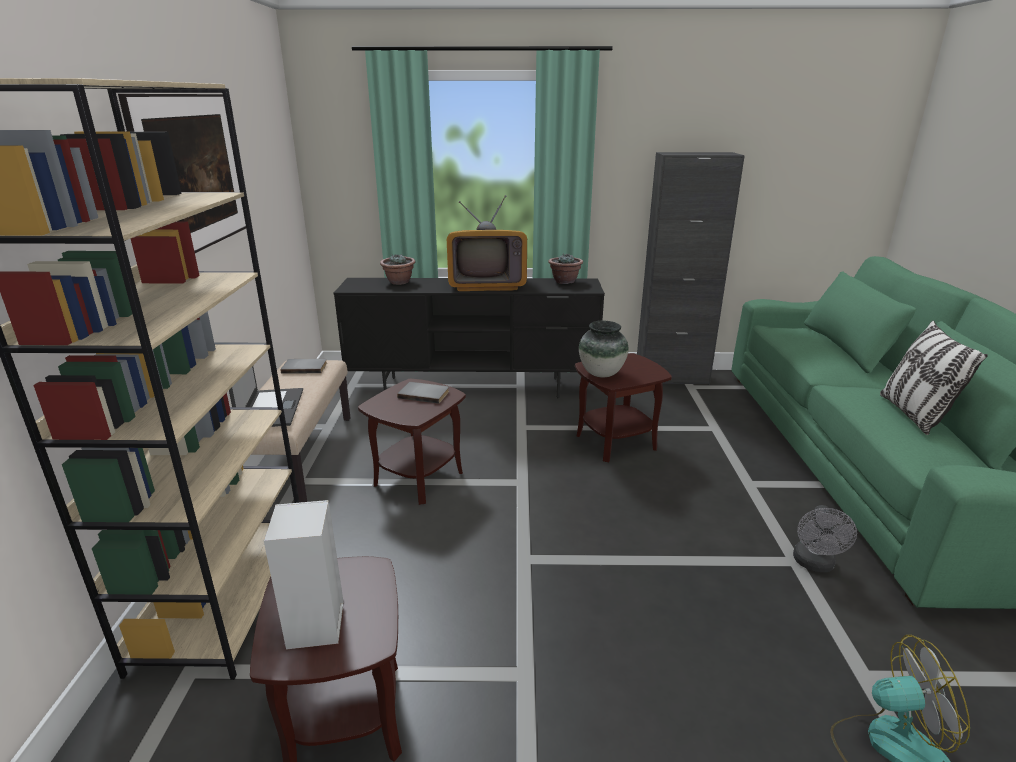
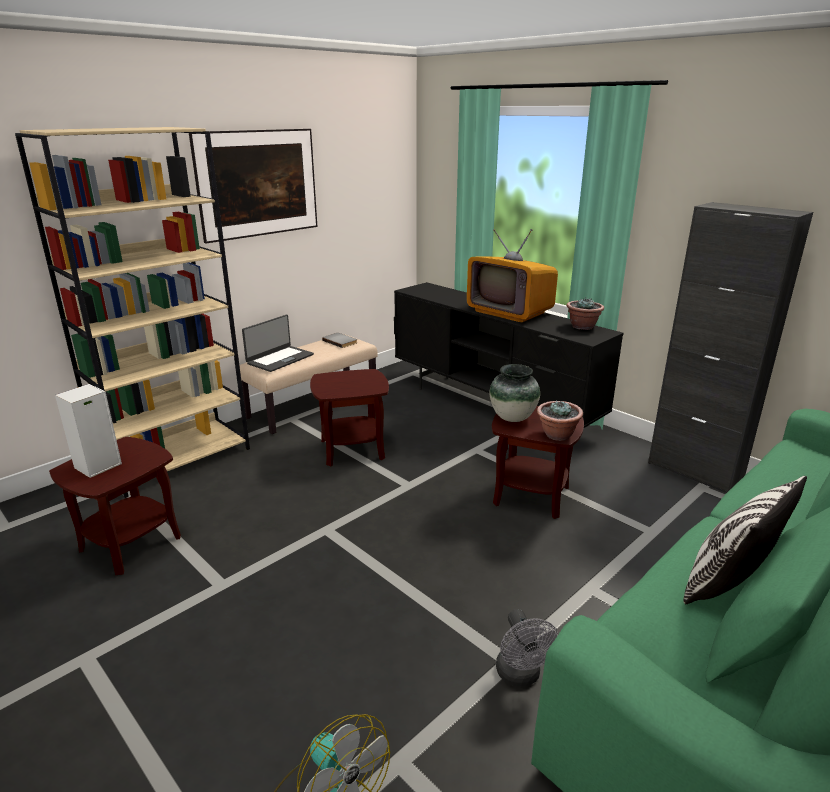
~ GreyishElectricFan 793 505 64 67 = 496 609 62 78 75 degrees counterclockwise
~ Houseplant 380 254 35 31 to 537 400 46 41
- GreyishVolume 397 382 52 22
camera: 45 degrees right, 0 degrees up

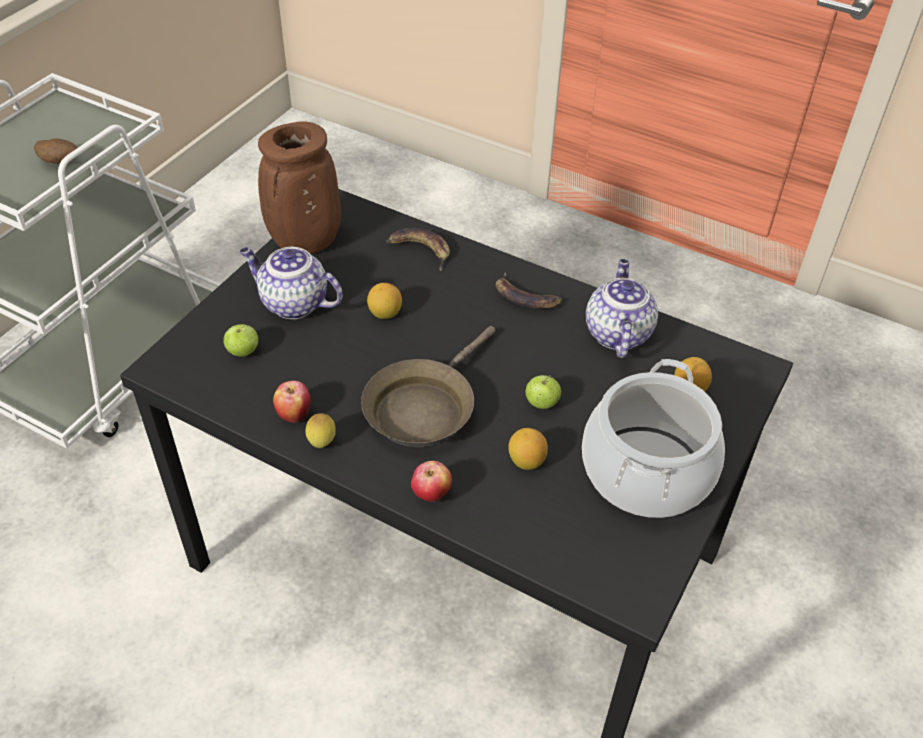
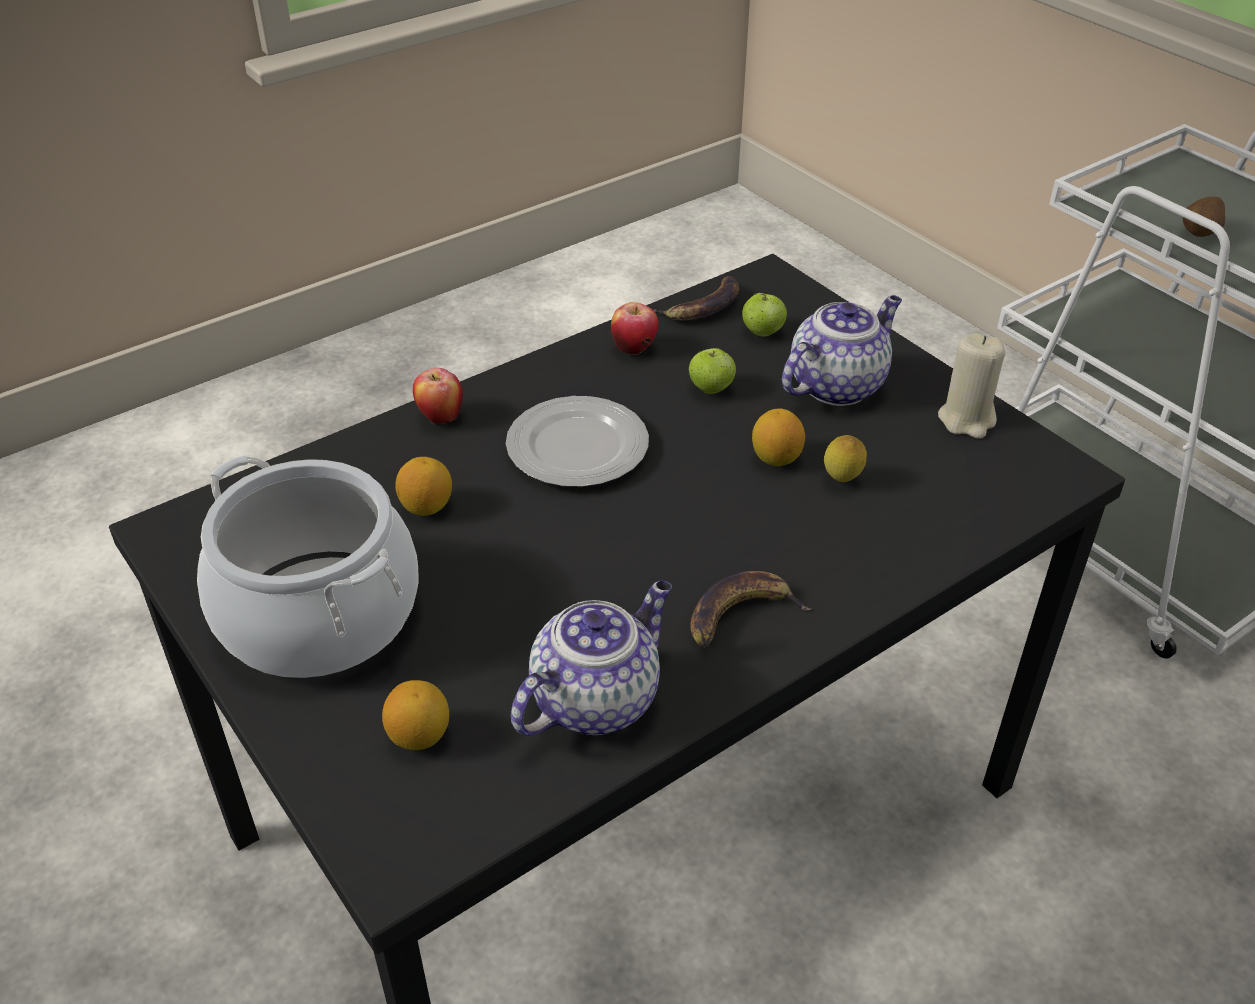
~ BrownColouredFryingPan 361 326 134 121 to DinnerPlate 506 396 143 91
~ Teapot 586 259 72 99 = 511 580 161 156 75 degrees counterclockwise
~ WholeBanana 386 228 64 43 to 653 276 86 45
~ Apple 525 375 36 34 to 688 348 48 46
~ Lemon 305 413 31 35 to 824 435 43 47
~ BrownColouredDecorativeVase 258 122 83 132 to BeigeColouredCandle 938 333 67 106
camera: 115 degrees right, 5 degrees down

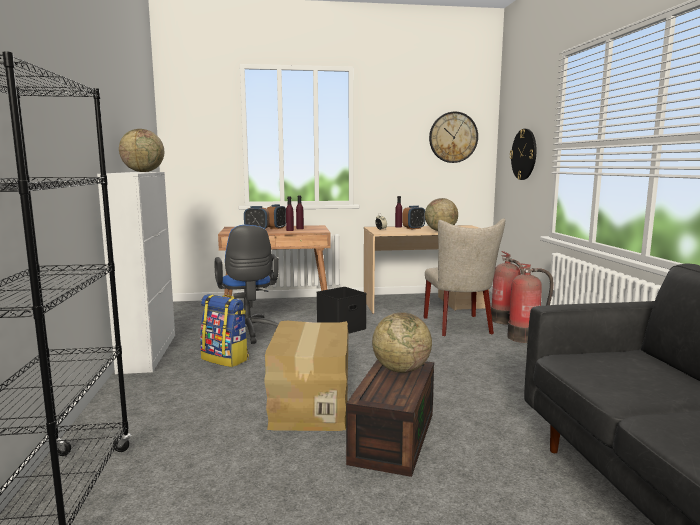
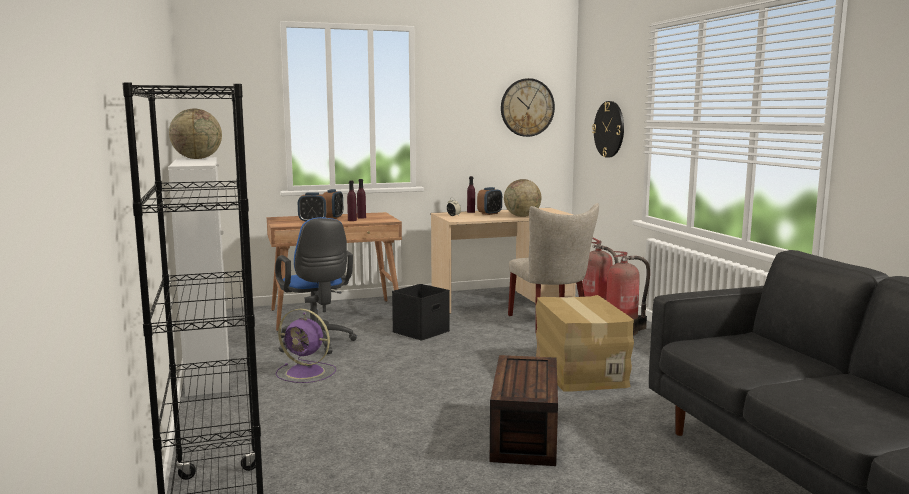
~ Backpack 200 294 49 73 to PurpleColouredElectricFan 275 309 61 74
~ CardboardBox 264 321 85 110 to 536 295 98 97
- Globe 372 312 60 61
camera: 10 degrees left, 0 degrees up

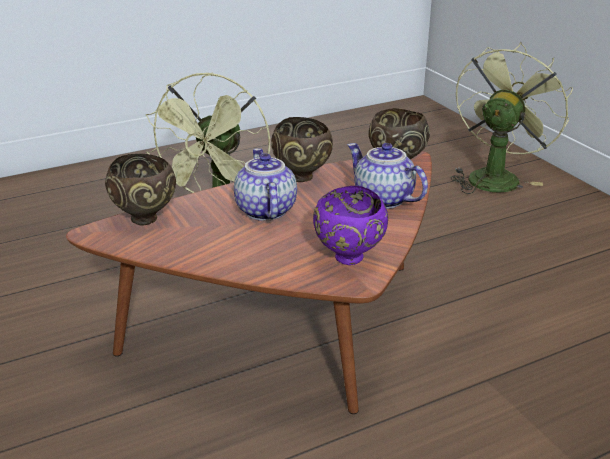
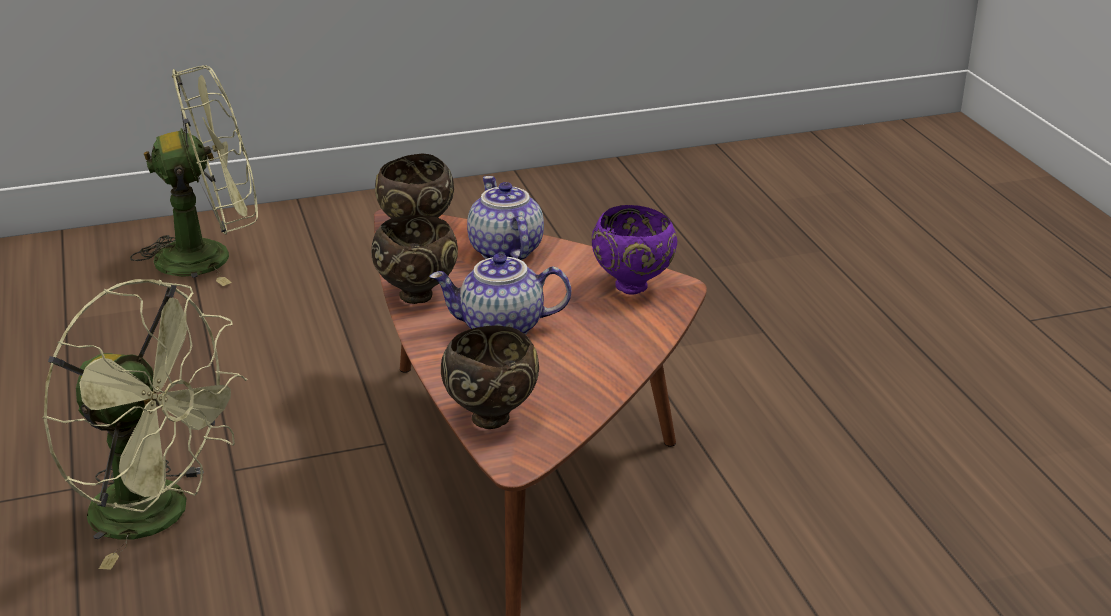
~ GreenishElectricFan 450 42 123 152 = 130 65 128 221 120 degrees clockwise
~ Teapot 347 143 81 66 = 467 176 77 84 105 degrees clockwise
camera: 80 degrees left, 0 degrees up

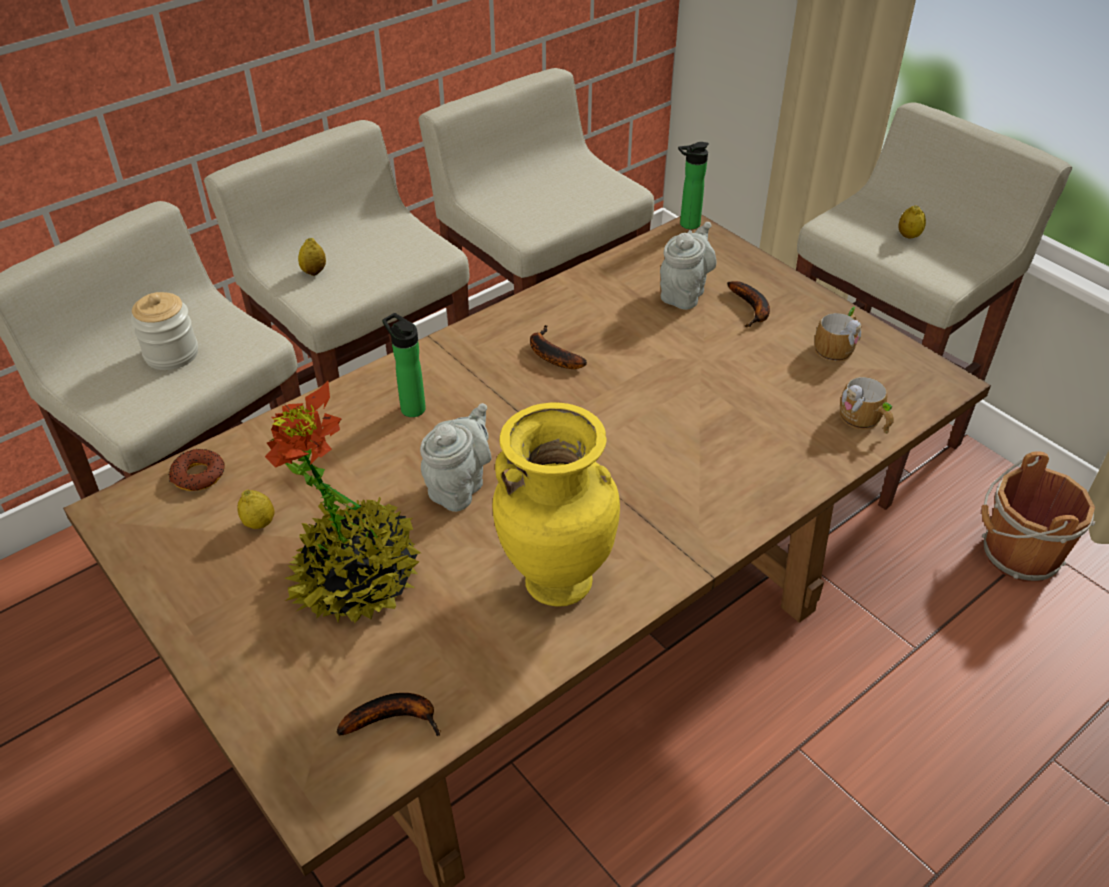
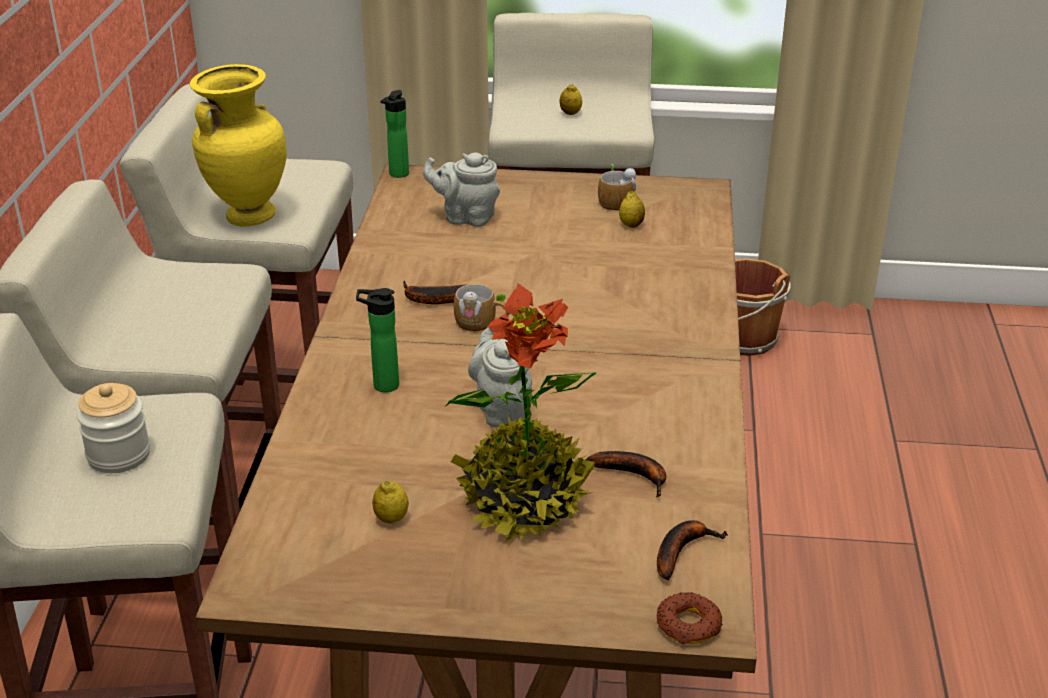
~ YellowishDecorativeVase 493 402 127 205 to 190 64 97 162
~ GreyishTeapot 660 222 57 88 = 423 153 77 74 60 degrees counterclockwise
~ Mug 840 377 54 57 to 454 284 56 48
~ WholeBanana 727 281 43 46 to 586 451 80 46
~ Lemon 298 238 28 38 to 619 191 26 37
~ Doughnut 169 449 56 42 to 657 592 66 52
camera: 45 degrees left, 10 degrees down

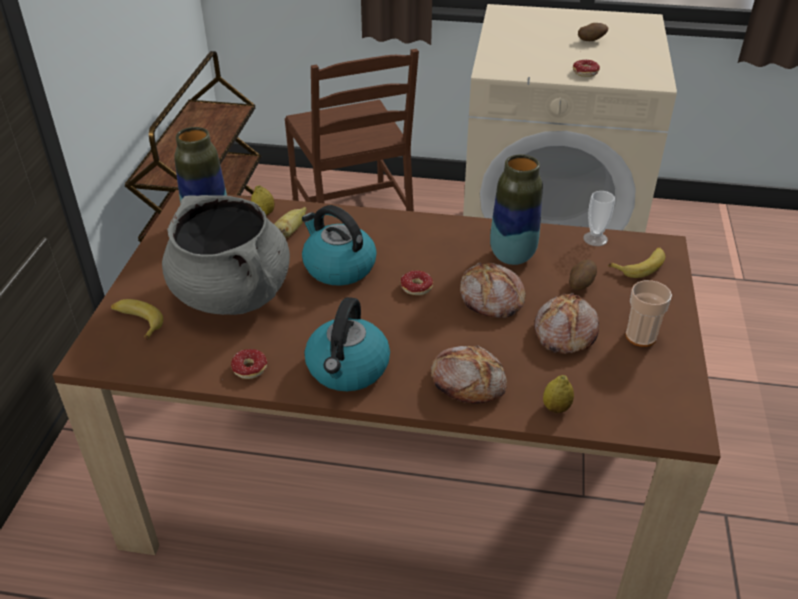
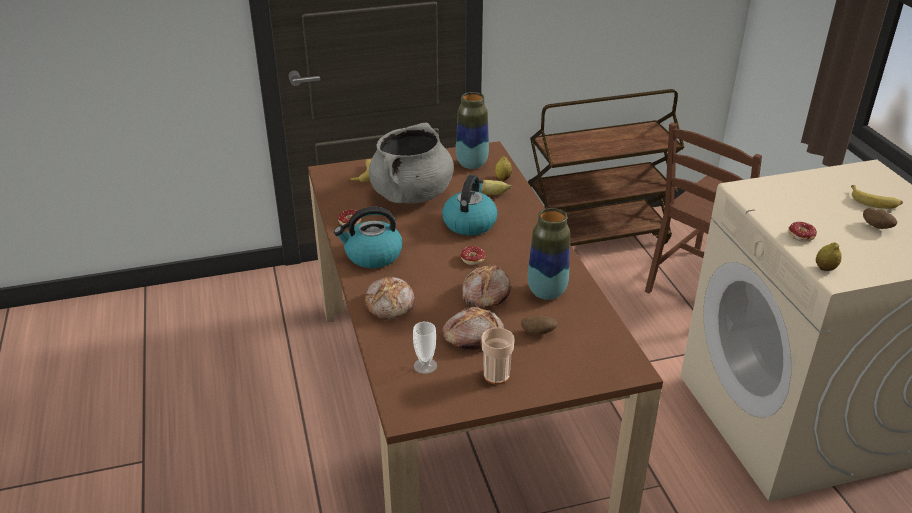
~ Cup 583 191 32 55 to 413 322 24 52
~ Lemon 543 375 31 38 to 816 242 26 29
~ WholeBanana 608 247 57 31 to 851 185 52 24
camera: 65 degrees right, 5 degrees down

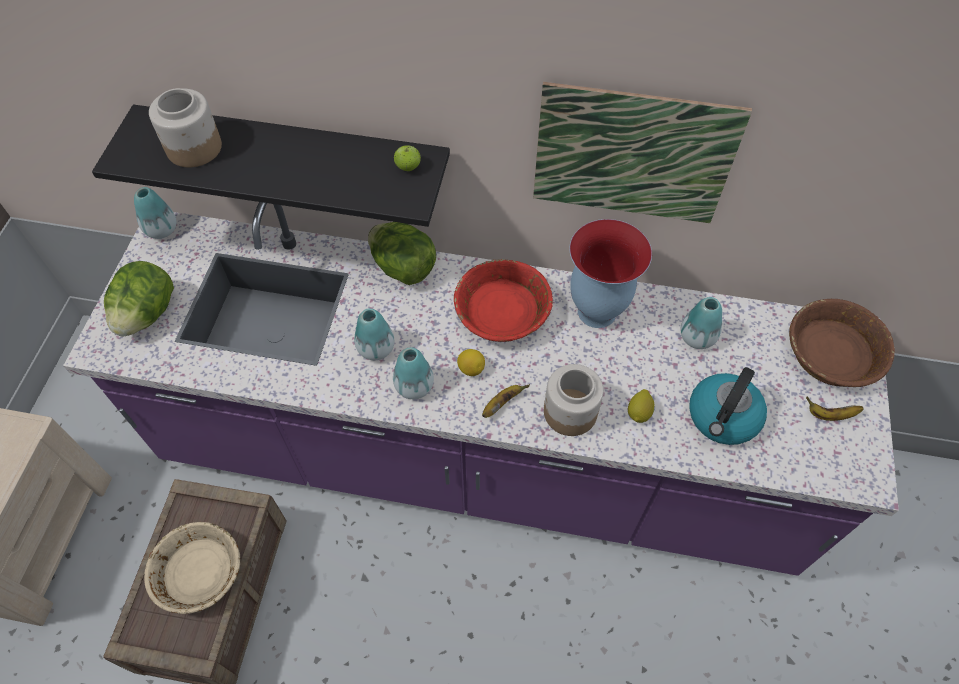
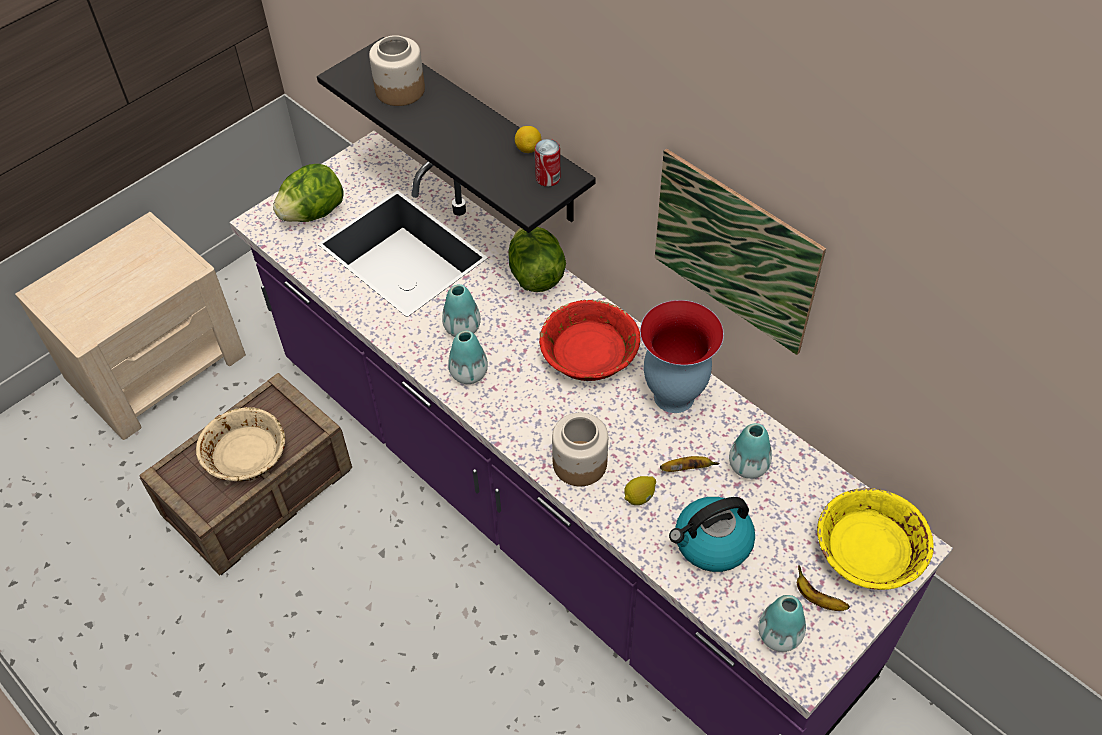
~ Lemon 457 349 28 27 to 515 126 26 27
~ Apple 394 145 27 26 to MetalCan 535 139 25 48
~ WholeBanana 482 384 48 34 to 660 456 60 16
~ DecorativeVase 134 187 43 52 to 758 595 48 57
~ BrownColouredServingBowl 789 299 106 88 to YellowishServingBowl 817 487 117 103
camera: 35 degrees right, 5 degrees down

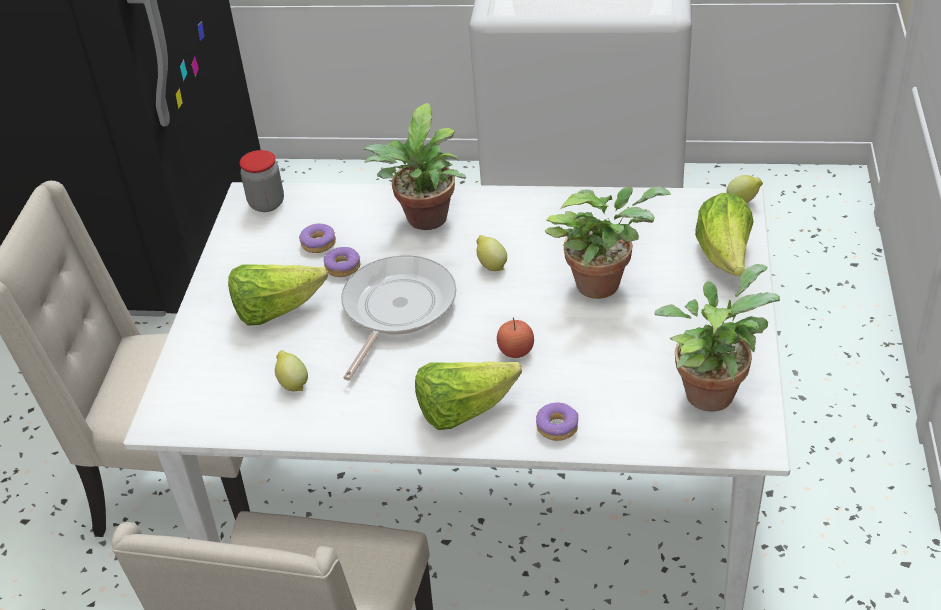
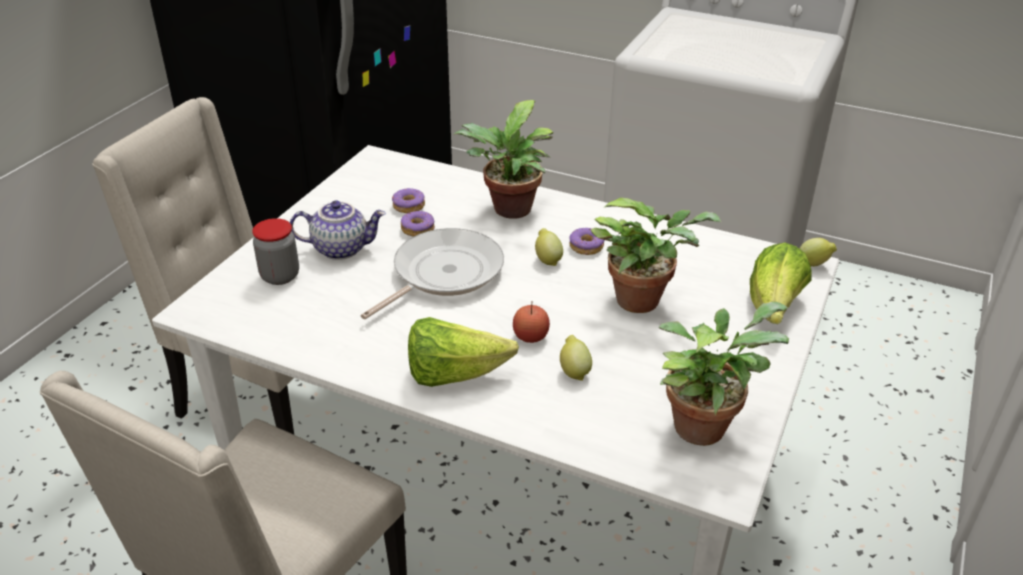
~ StorageJar 240 150 44 62 to 252 218 47 67
~ HeadOfLettuce 228 264 100 62 to Teapot 290 200 96 60
~ Lemon 275 350 33 41 to 560 335 32 46
~ Doughnut 536 403 42 38 to 569 228 35 27
camera: 15 degrees right, 5 degrees down

